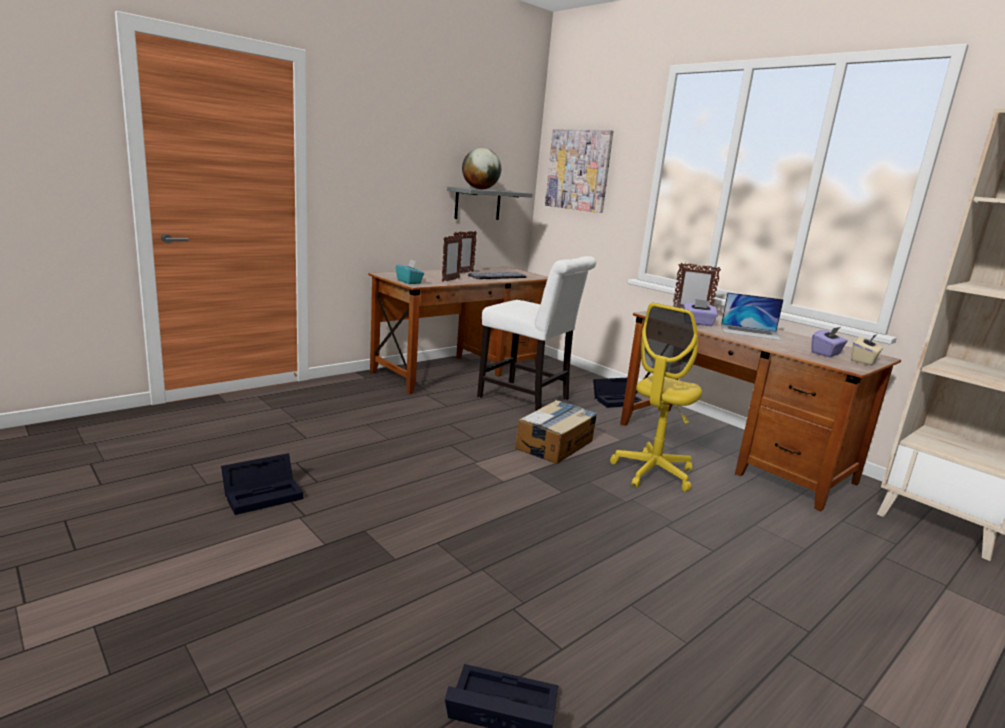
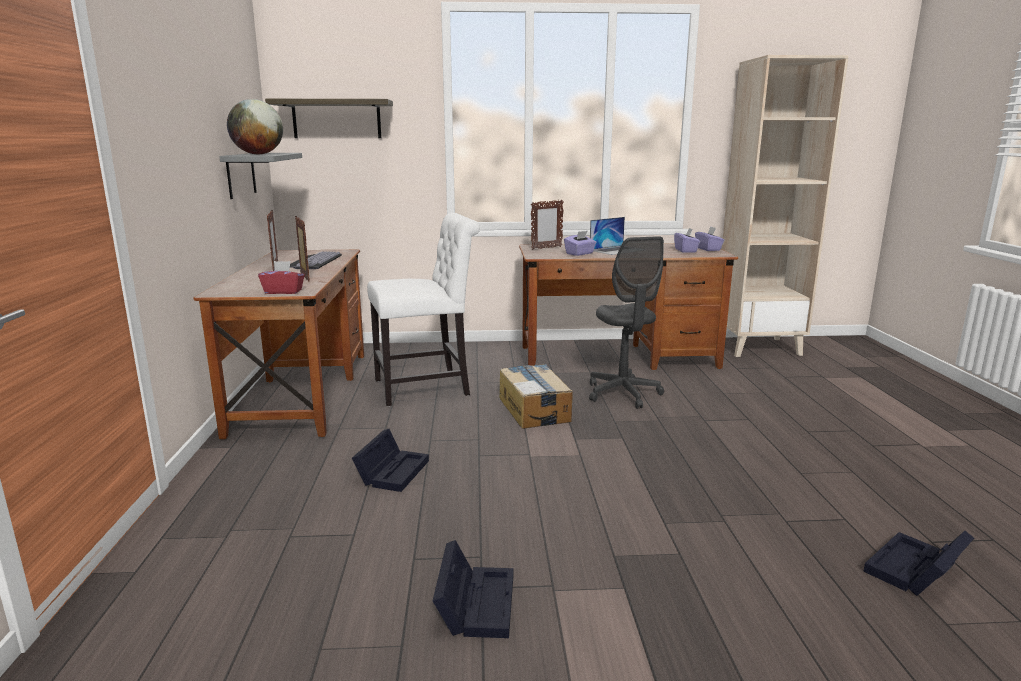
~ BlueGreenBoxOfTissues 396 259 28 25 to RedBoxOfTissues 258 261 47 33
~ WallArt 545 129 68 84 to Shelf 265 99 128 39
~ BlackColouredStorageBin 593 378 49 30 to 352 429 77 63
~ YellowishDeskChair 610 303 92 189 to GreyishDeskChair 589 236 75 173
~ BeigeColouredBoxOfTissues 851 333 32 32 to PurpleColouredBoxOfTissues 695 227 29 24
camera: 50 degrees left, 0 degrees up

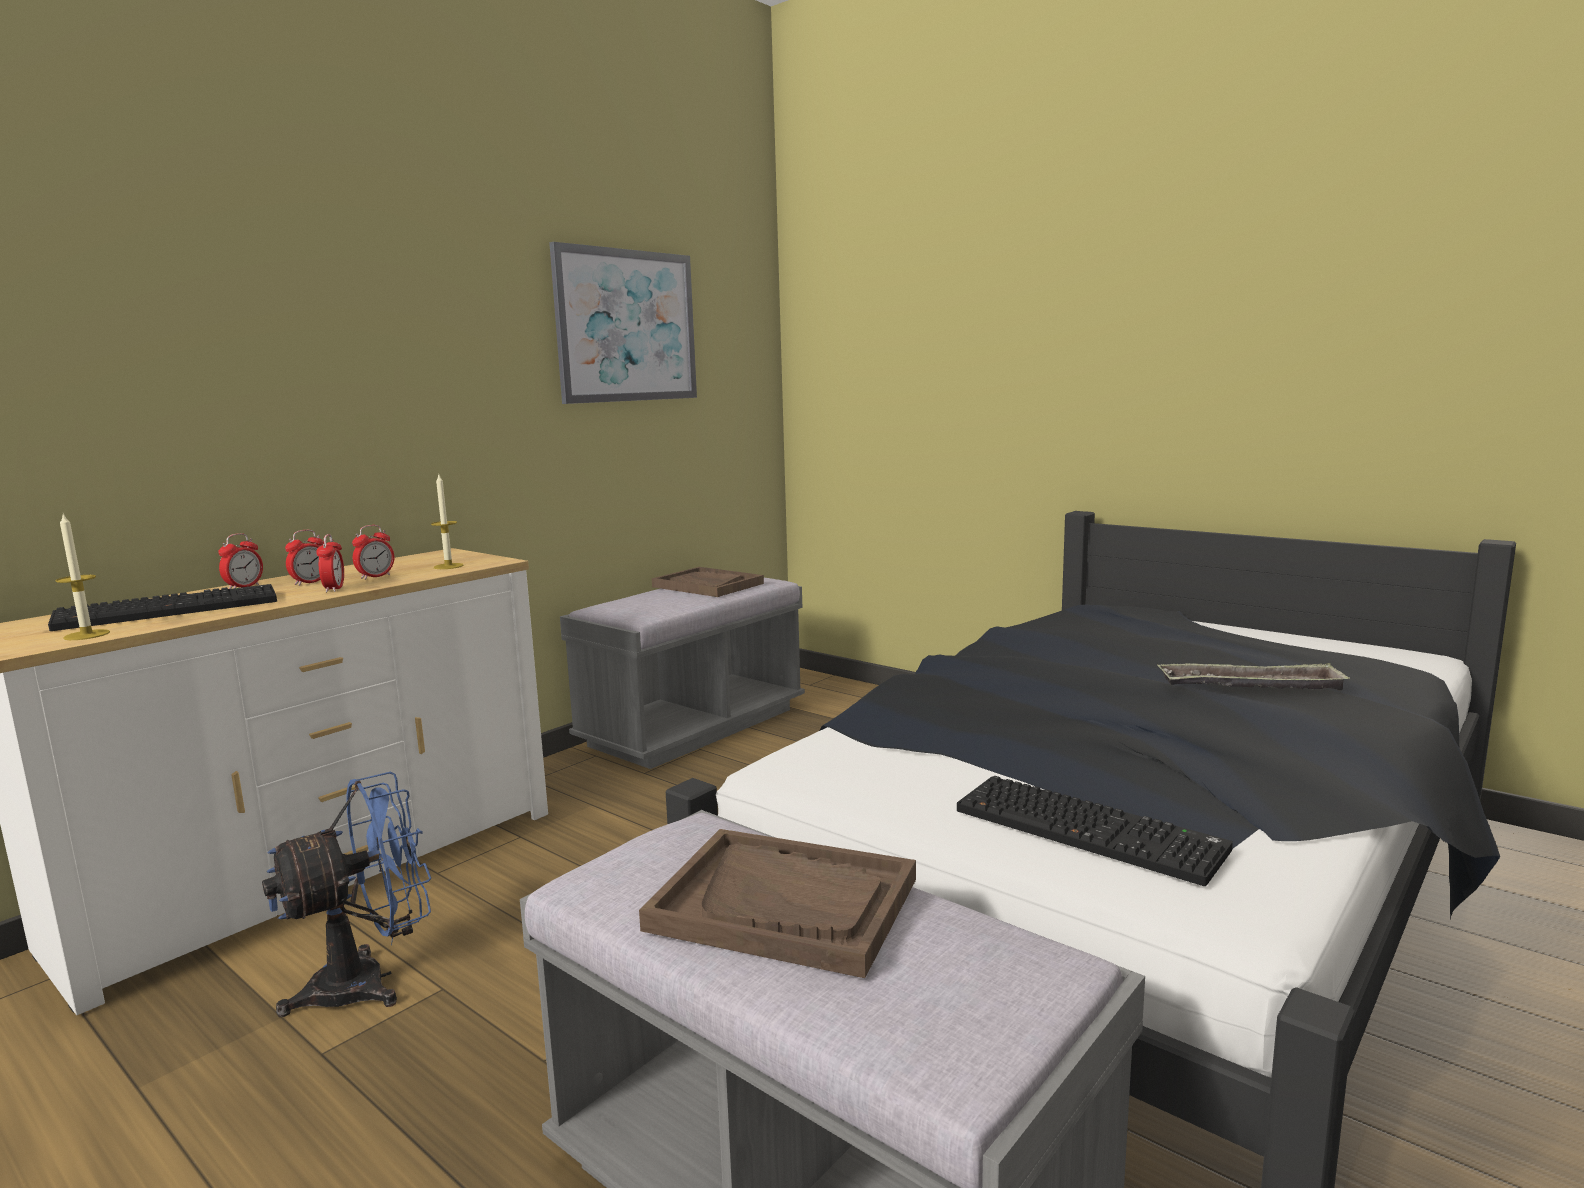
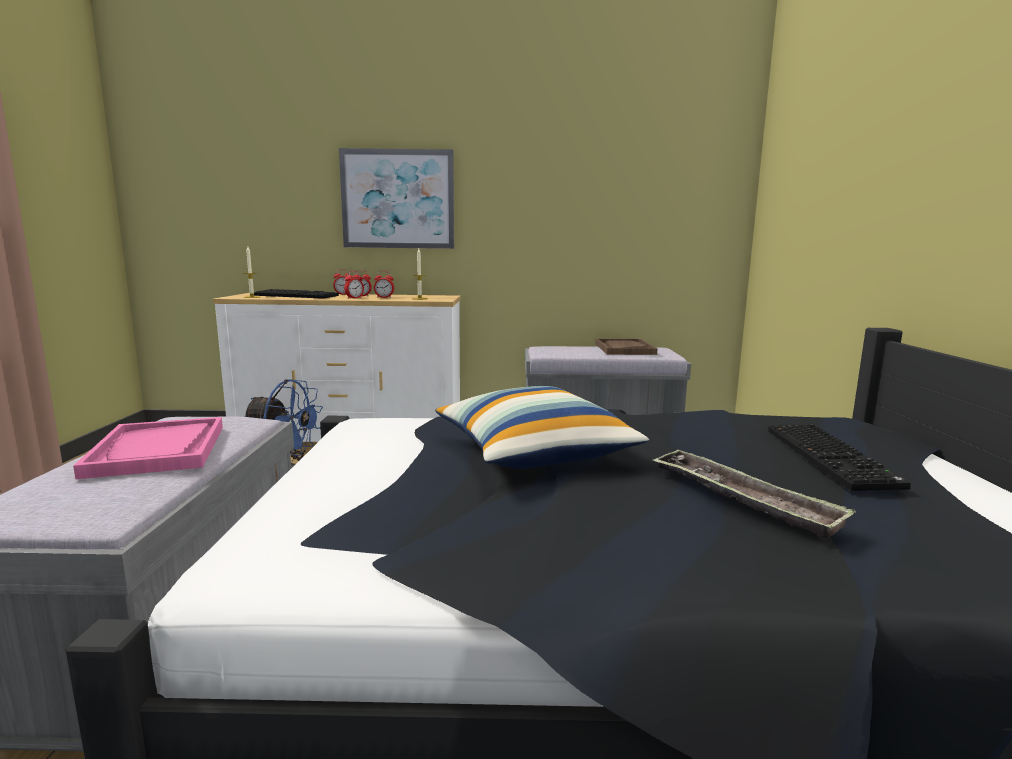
~ BrownColouredTray 639 829 277 149 to PinkishTray 73 417 150 62
~ WallArt 549 242 148 162 to 339 148 115 101
+ ThrowPillow 435 386 214 83
~ PcKeyboard 957 776 276 110 to 768 424 143 67
camera: 50 degrees right, 0 degrees up

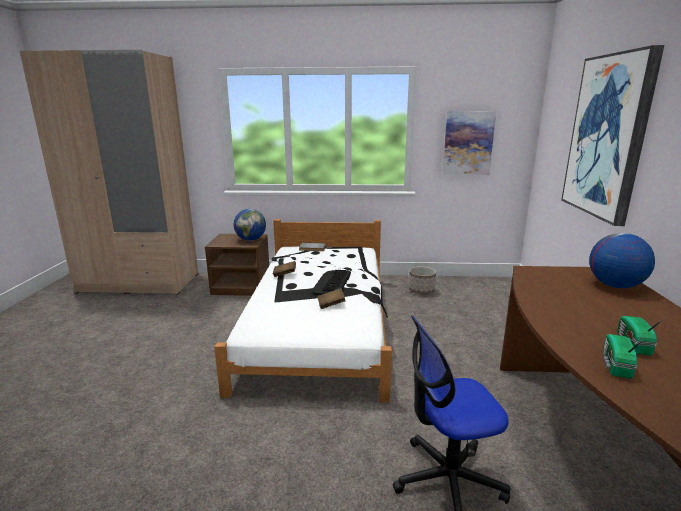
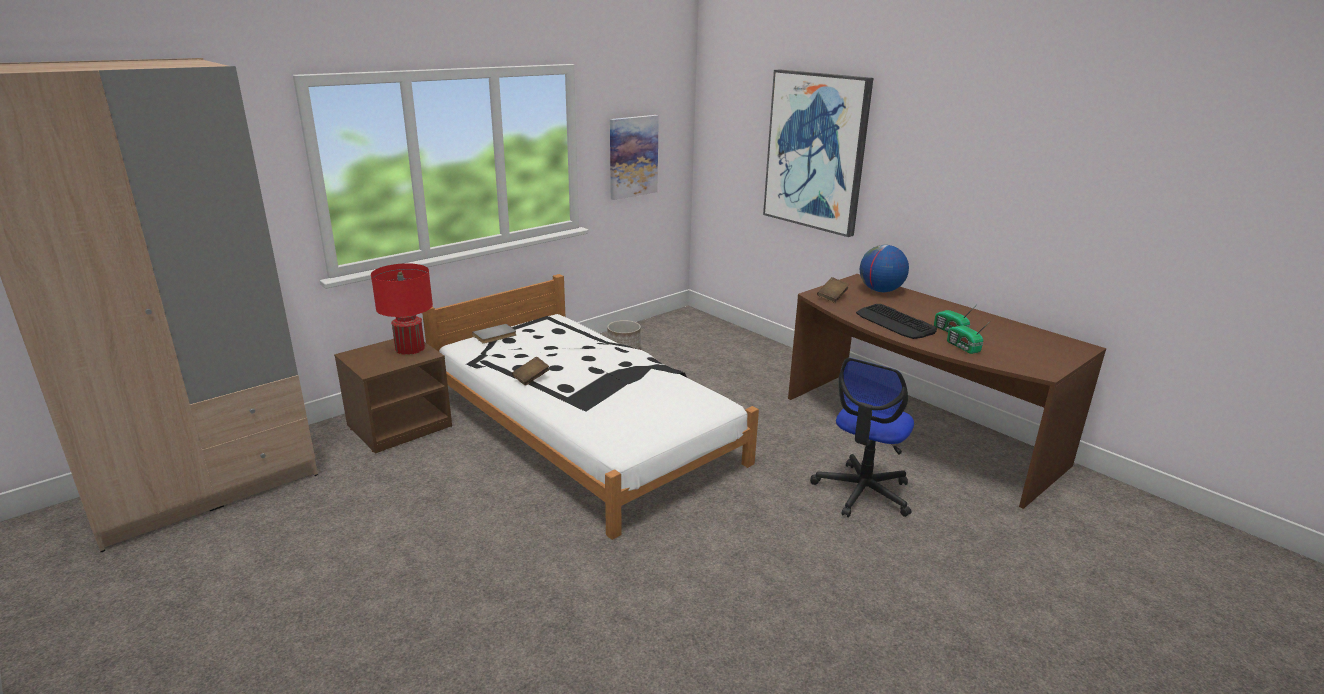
~ Globe 234 209 32 32 to RedLampForATable 371 263 62 92
~ BrownColouredVolume 317 288 29 21 to 817 277 32 26
~ PcKeyboard 313 270 38 25 to 856 304 81 35
camera: 45 degrees left, 5 degrees up

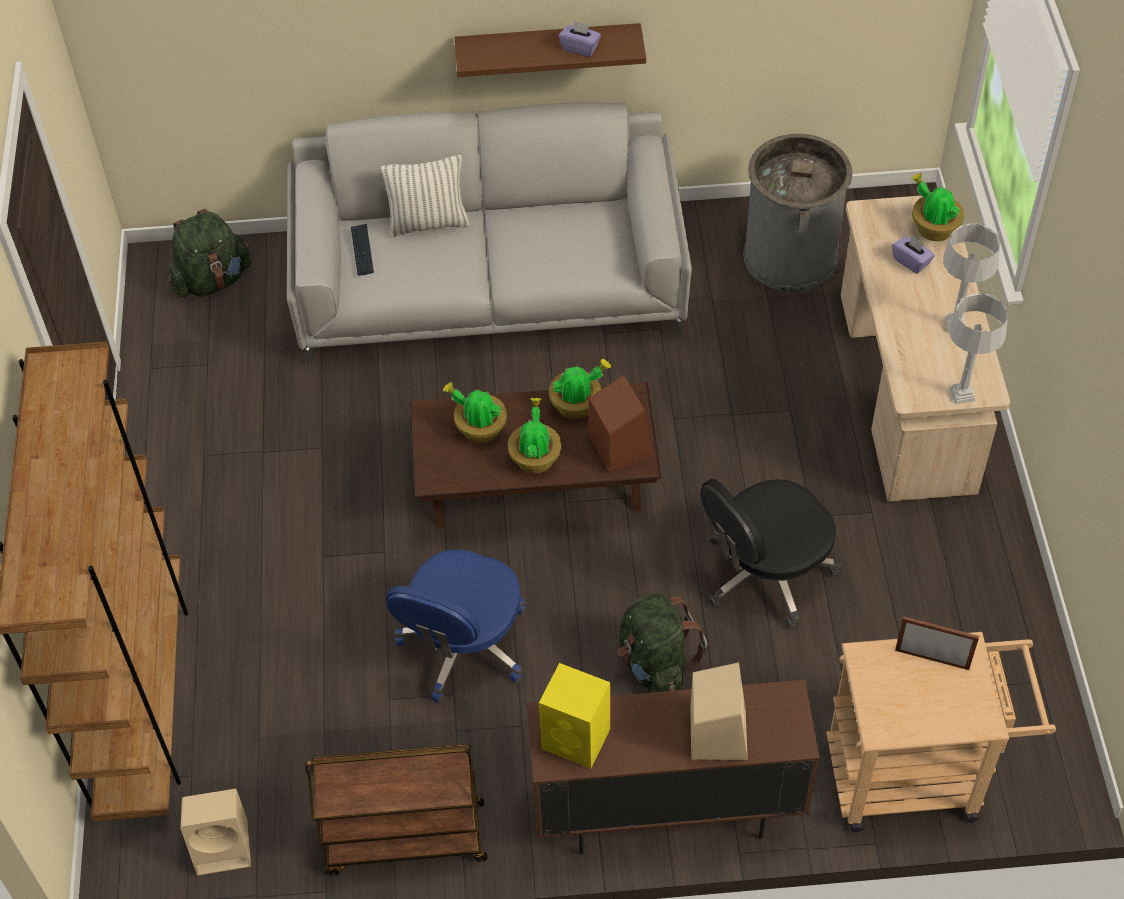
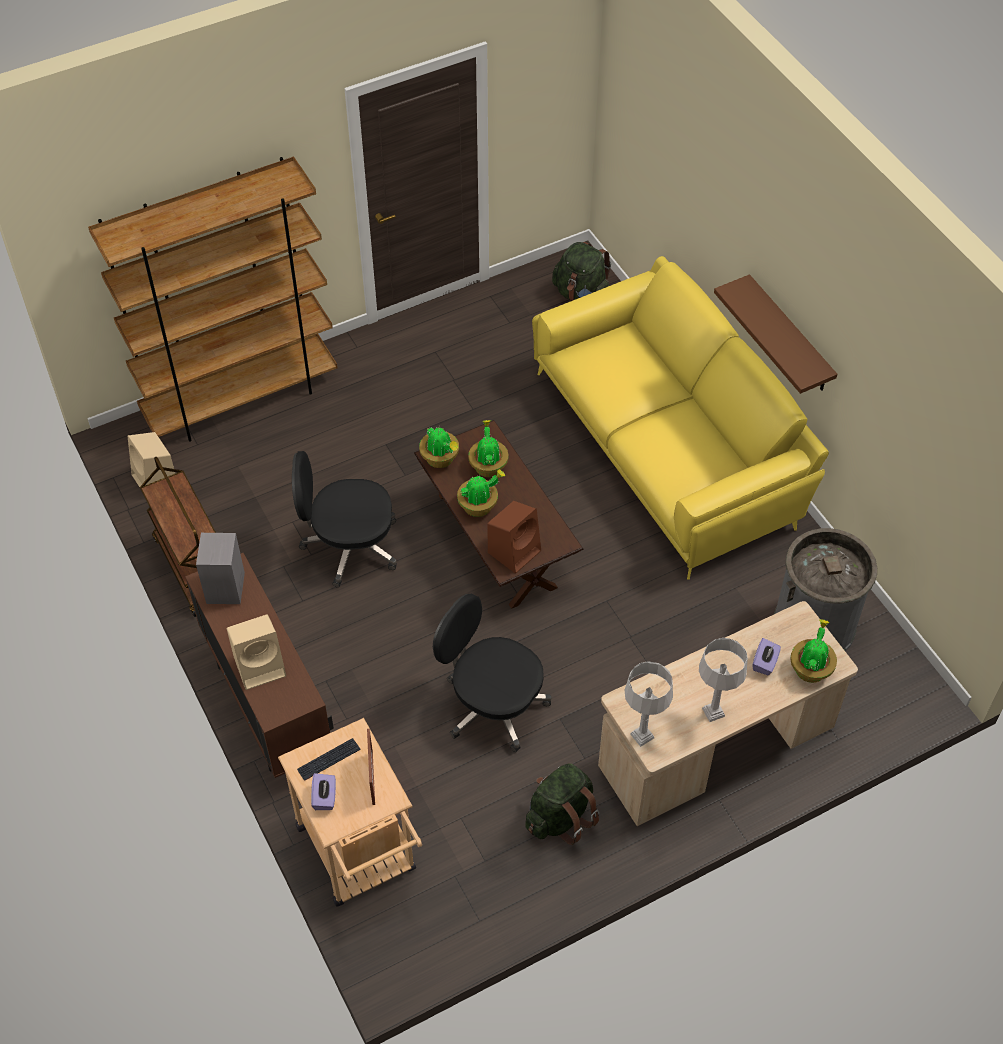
~ YellowishAudioSpeaker 539 663 71 106 to GreyishAudioSpeaker 196 533 49 71
~ BlueDeskChair 386 550 141 153 to BlackColouredDeskChair 292 451 105 136
~ PcKeyboard 351 224 23 52 to 297 738 64 43
~ PurpleColouredBoxOfTissues 559 21 42 36 to 311 773 25 37
~ Houseplant 549 359 62 60 to 419 427 40 41
~ GreenishBackpack 617 593 90 99 to 525 763 75 82
~ GreyishCouch 287 102 405 264 to YellowishCouch 532 256 297 324
- ThrowPillow 380 155 90 82
camera: 65 degrees right, 0 degrees up

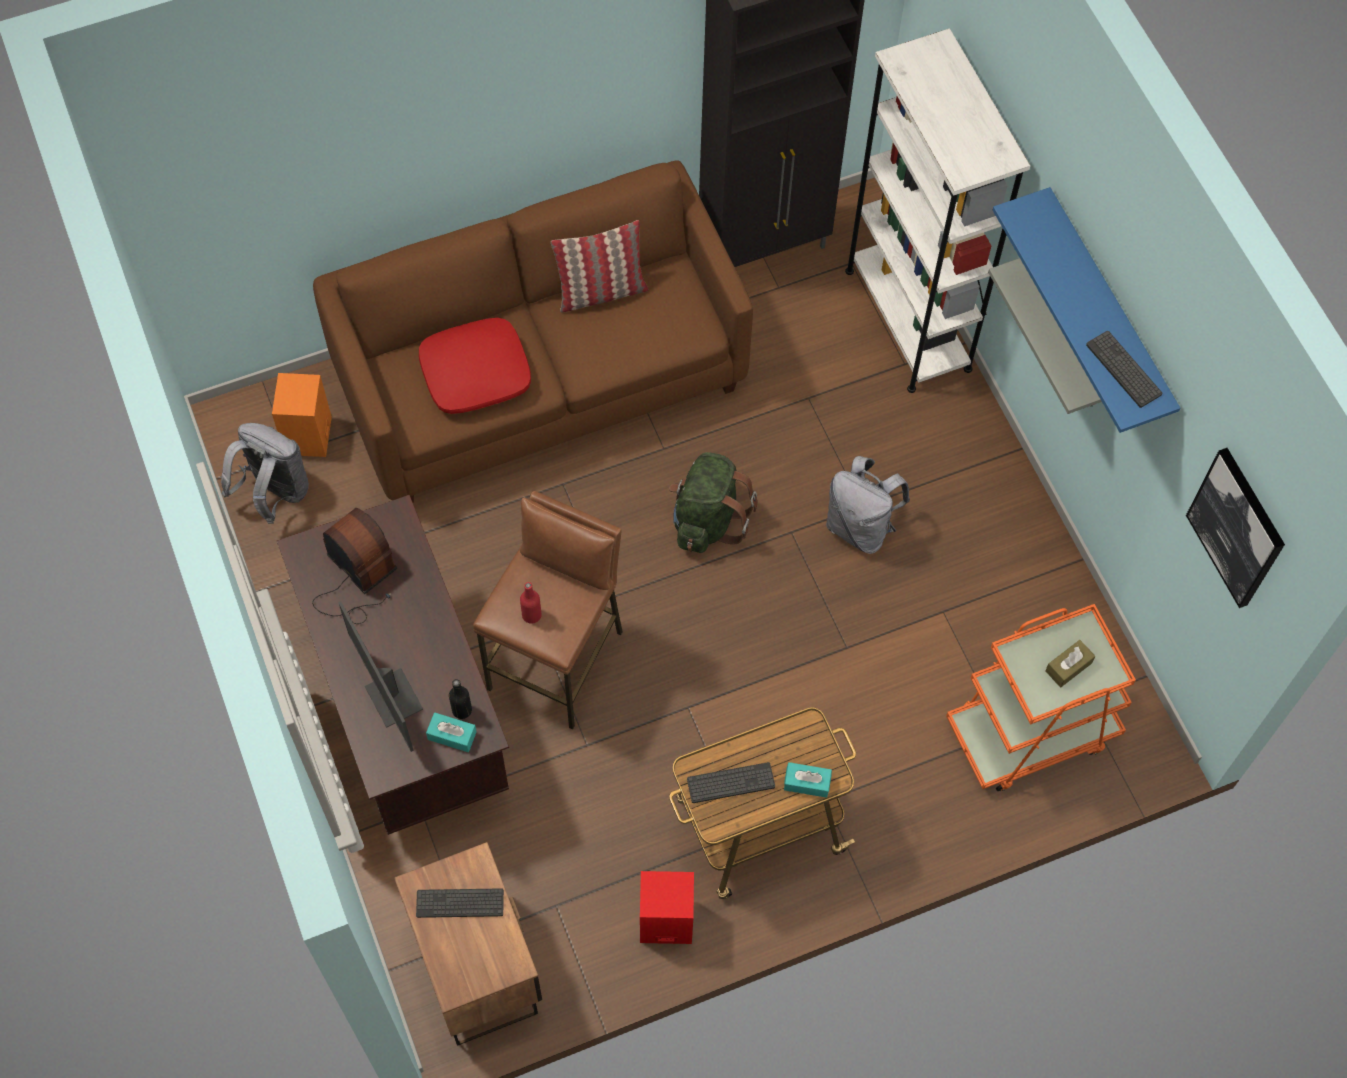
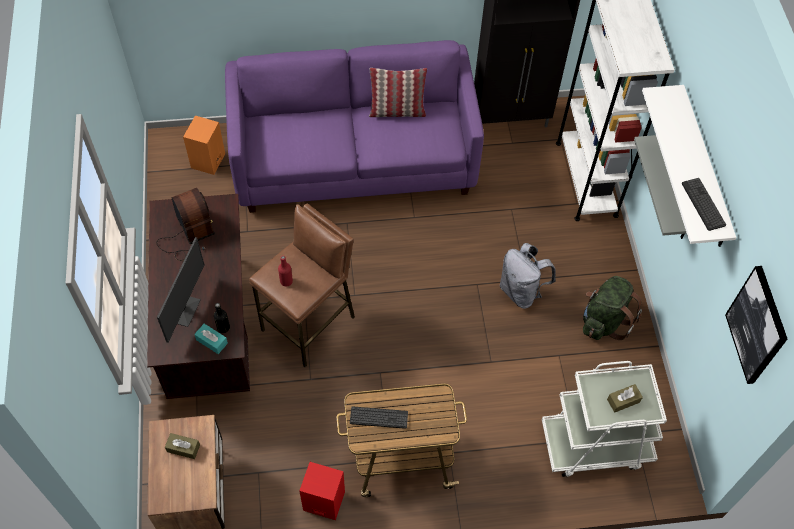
~ ComputerDisplay 338 601 85 151 = 157 237 48 106 150 degrees counterclockwise
~ PcKeyboard 416 888 88 30 to BrownColouredBoxOfTissues 165 433 35 26
~ BrownColouredCouch 313 160 440 343 to PurpleColouredCouch 225 40 259 173
~ OrangeyWheeledCart 946 604 190 187 to WhitishWheeledCart 542 361 125 116
~ GreenishBackpack 669 452 89 101 to 583 276 59 64
~ BlueShelf 993 187 187 246 to WhitishShelf 642 85 94 162
- GreyishBackpack 221 423 88 101
- RedThrowPillow 419 318 112 96
- BlueGreenBoxOfTissues 784 762 48 36
camera: 15 degrees right, 5 degrees down

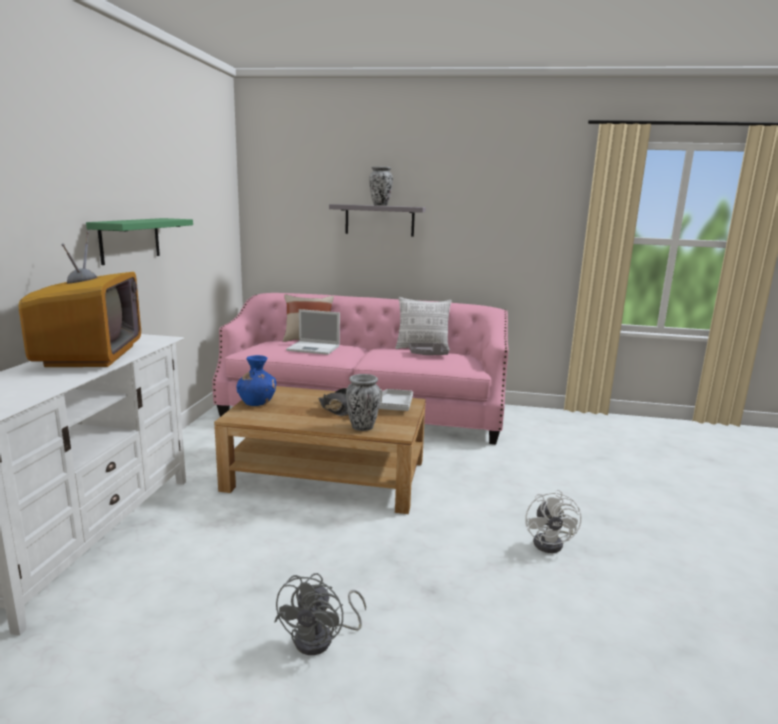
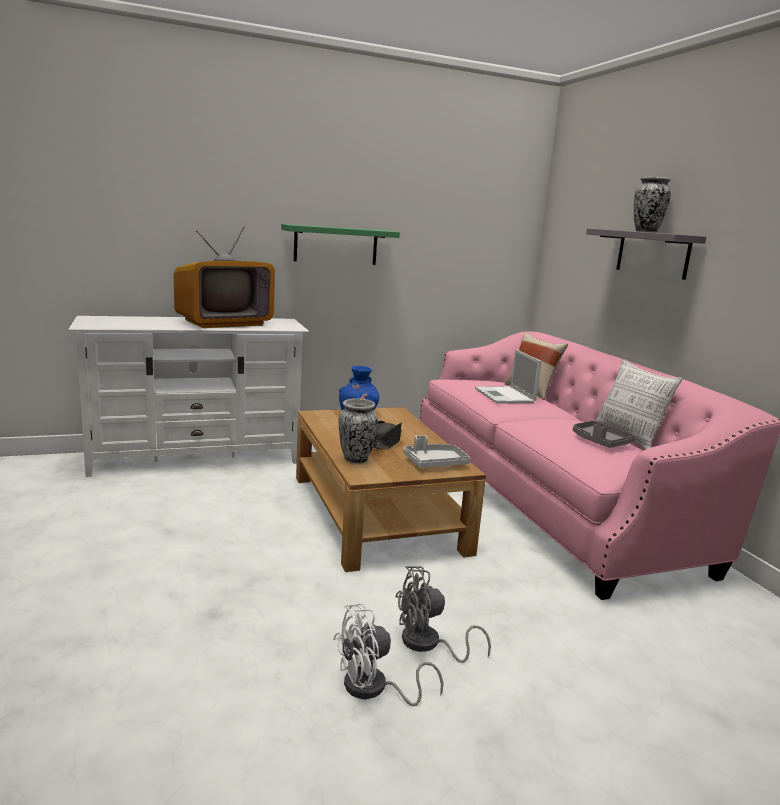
~ GreyishElectricFan 274 573 92 82 to 395 566 96 97
camera: 60 degrees right, 0 degrees up

